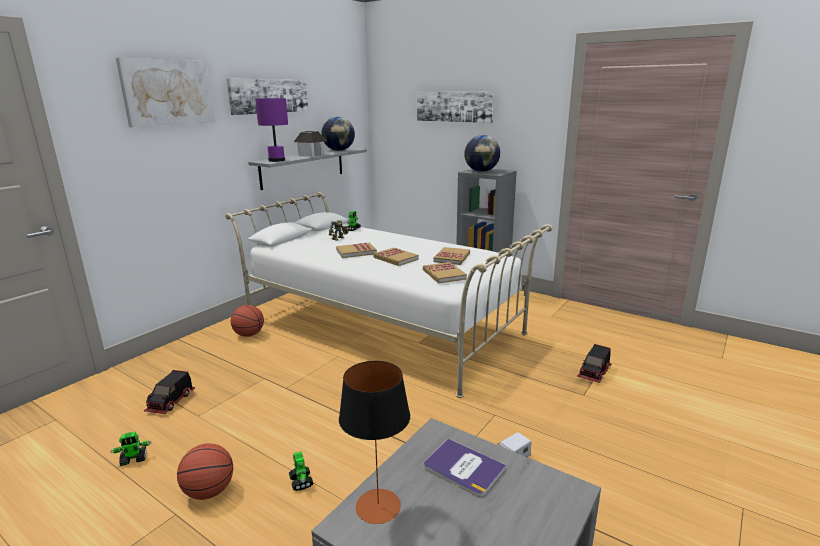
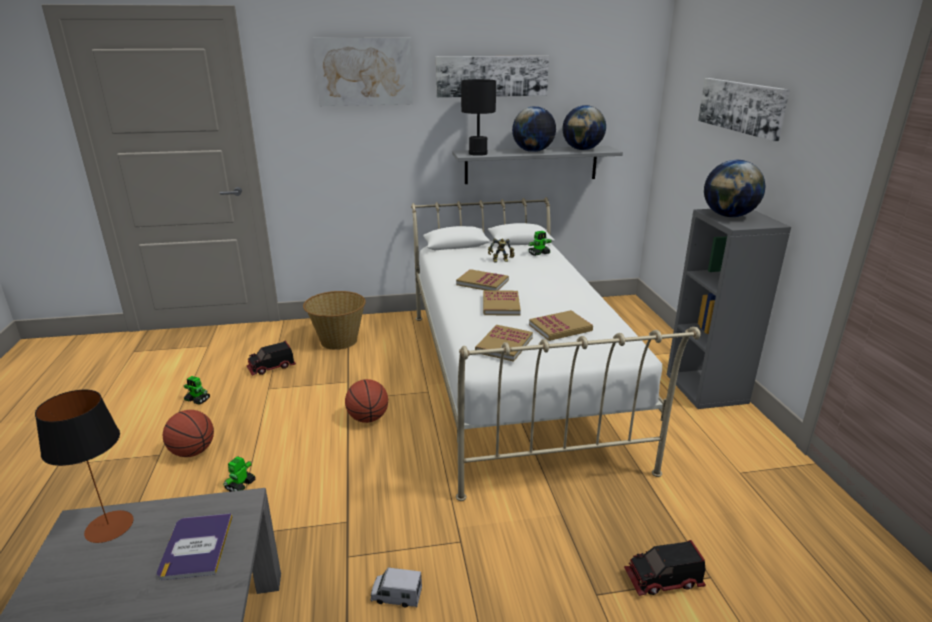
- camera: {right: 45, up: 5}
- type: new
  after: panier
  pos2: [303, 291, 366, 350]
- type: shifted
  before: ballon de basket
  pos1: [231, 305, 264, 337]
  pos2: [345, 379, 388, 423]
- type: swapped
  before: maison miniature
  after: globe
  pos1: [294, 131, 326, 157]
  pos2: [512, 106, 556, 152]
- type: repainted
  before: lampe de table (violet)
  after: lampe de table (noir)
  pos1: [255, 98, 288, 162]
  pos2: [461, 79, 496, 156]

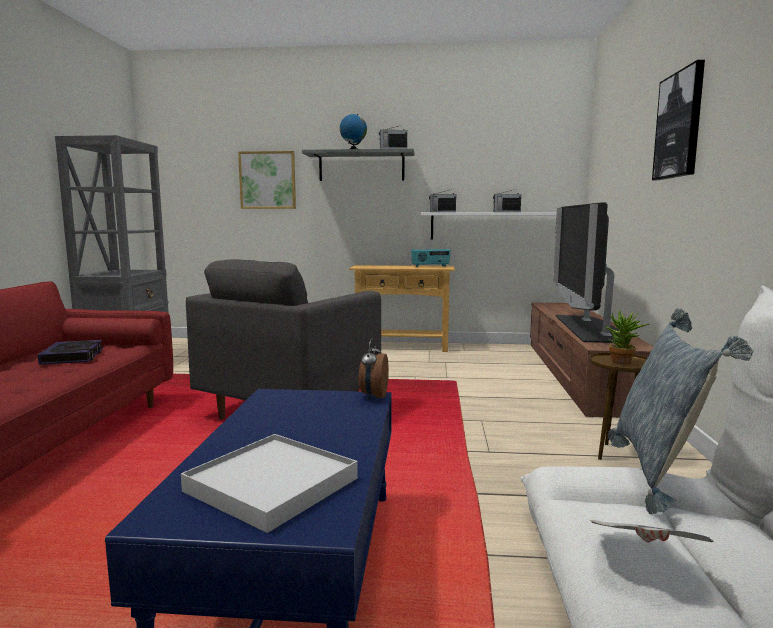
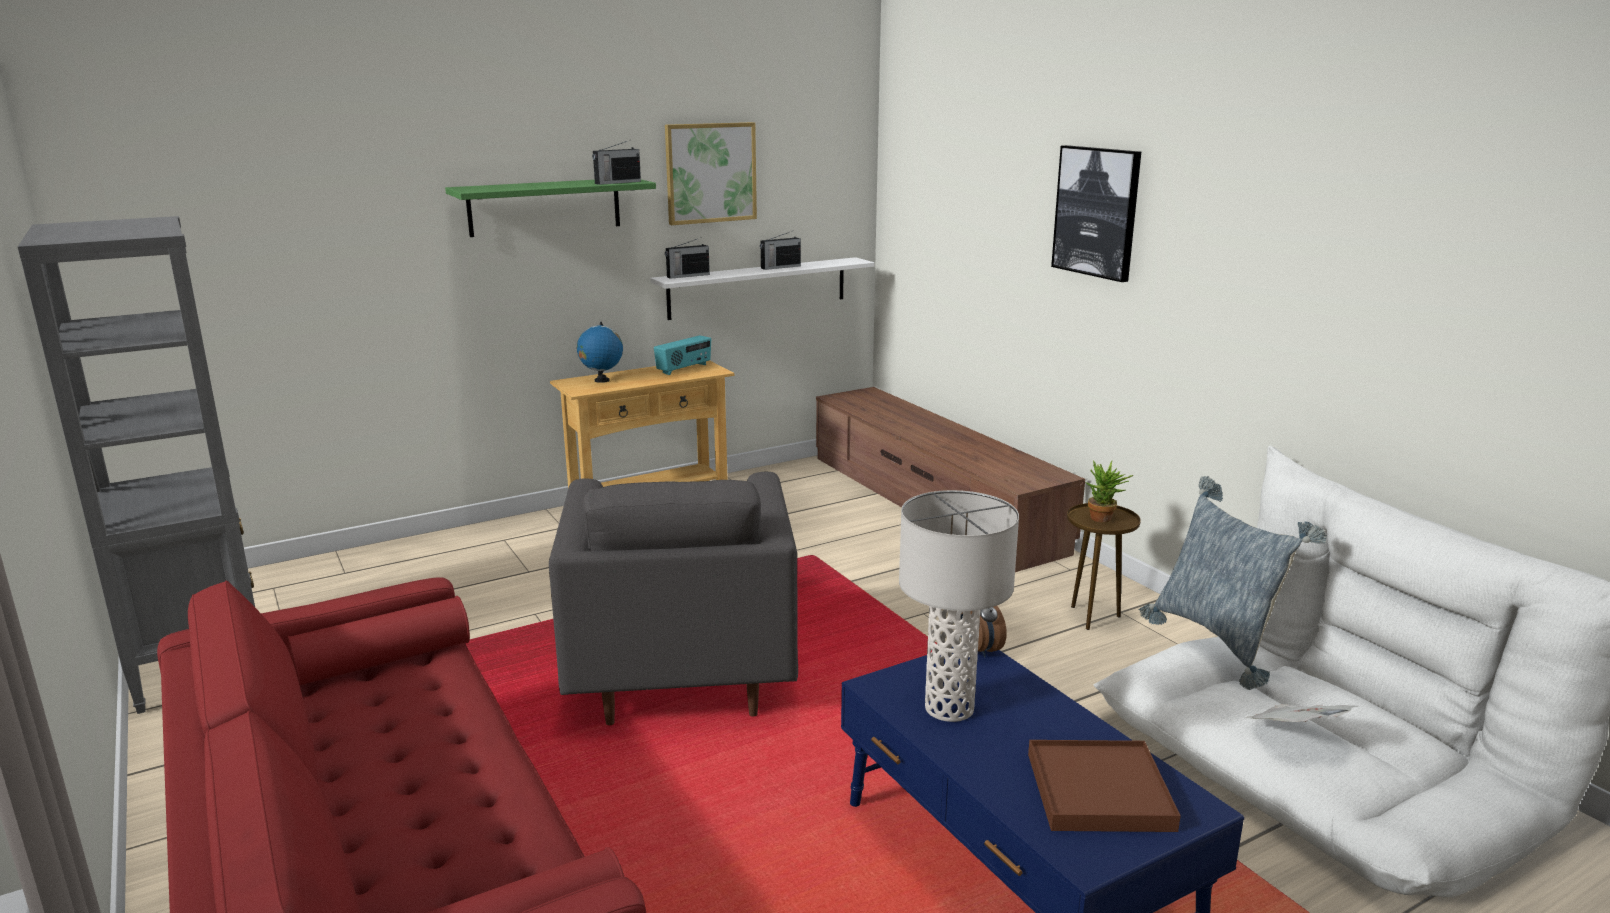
- camera: {right: -35, up: 10}
- type: gone
  before: livre
  pos1: [38, 340, 103, 365]
- type: gone
  before: téléviseur
  pos1: [553, 202, 619, 343]
- type: new
  after: lampe de table (blanc)
  pos2: [899, 490, 1019, 722]
- type: shifted
  before: tableau
  pos1: [238, 151, 296, 209]
  pos2: [665, 122, 757, 225]
- type: shifted
  before: globe
  pos1: [340, 114, 367, 149]
  pos2: [577, 322, 623, 383]
- type: repainted
  before: plateau (blanc)
  after: plateau (marron)
  pos1: [181, 434, 358, 533]
  pos2: [1028, 740, 1181, 832]
- type: repainted
  before: étagère (gris)
  after: étagère (vert)
  pos1: [302, 148, 415, 181]
  pos2: [445, 180, 656, 237]

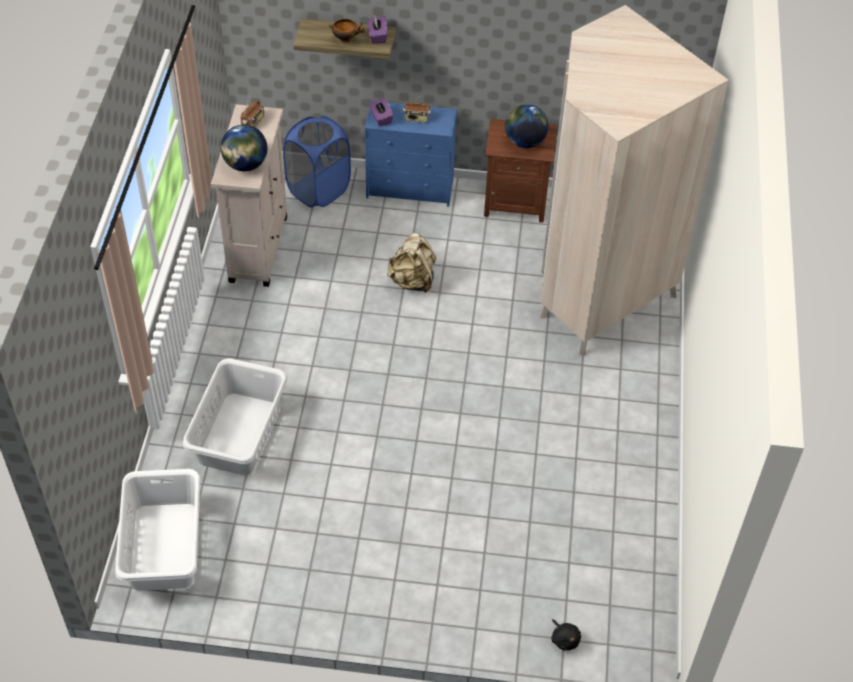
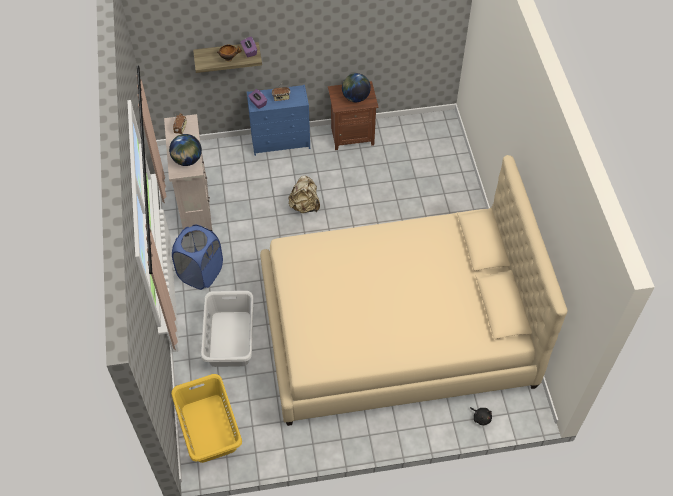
- camera: {right: -15, up: 5}
- type: gone
  before: armoire (beige)
  pos1: [540, 5, 729, 356]
- type: new
  after: lit (beige)
  pos2: [260, 155, 568, 426]
- type: shifted
  before: panier à linge (bleu)
  pos1: [283, 116, 351, 208]
  pos2: [172, 225, 223, 290]
- type: repainted
  before: panier à linge (blanc)
  after: panier à linge (jaune)
  pos1: [115, 469, 200, 591]
  pos2: [171, 374, 242, 463]

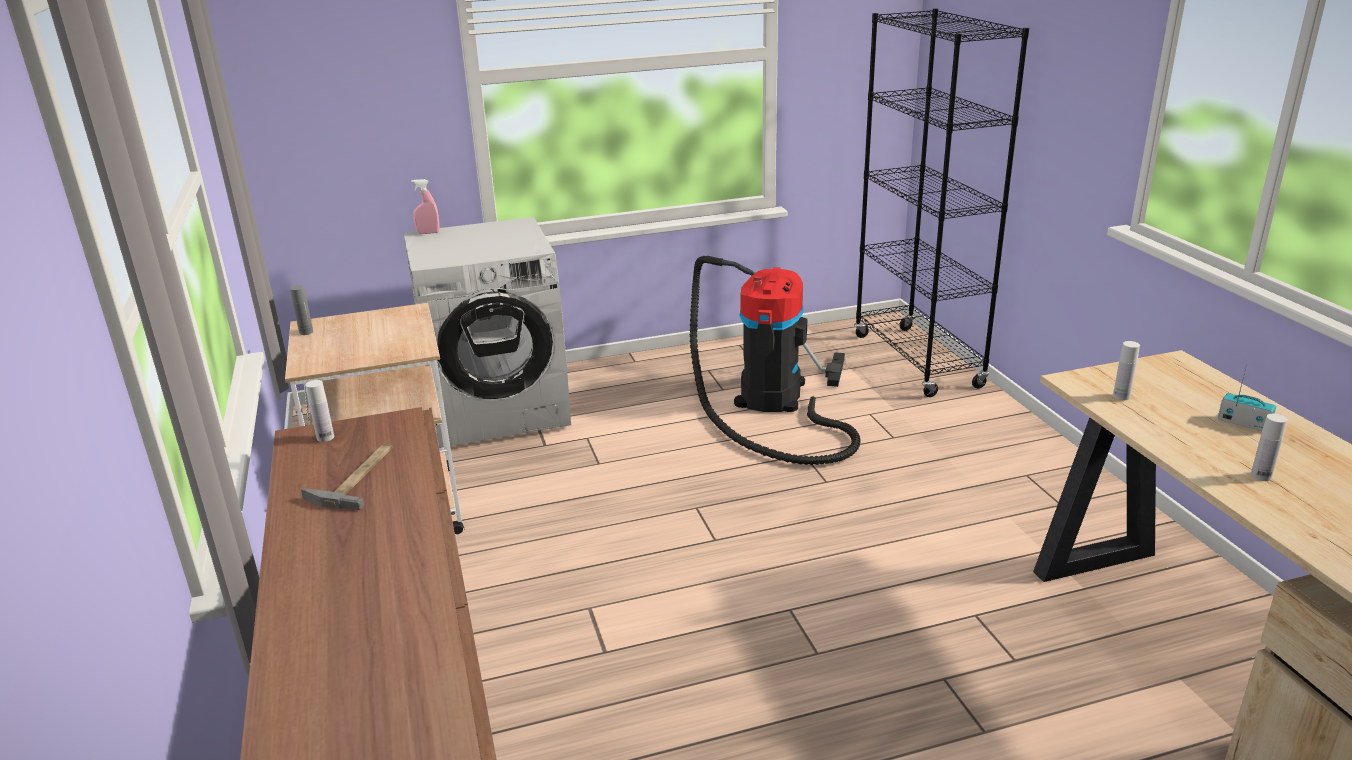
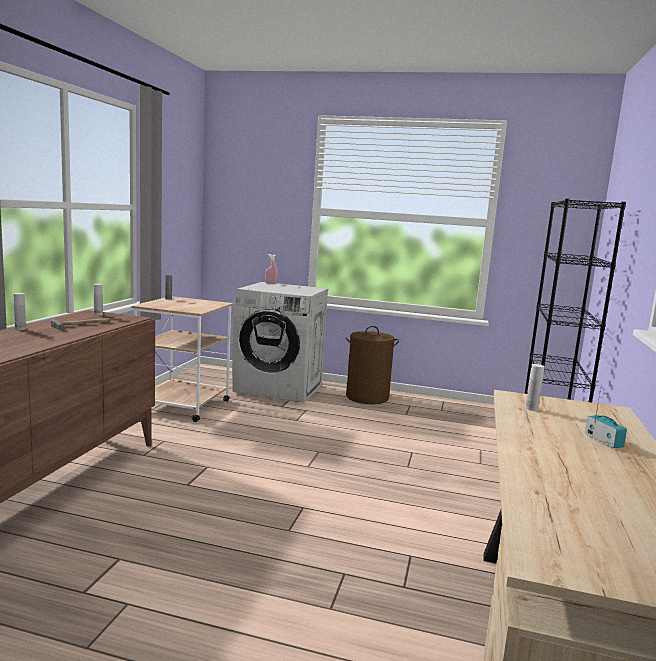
- camera: {right: 30, up: -15}
- type: gone
  before: aspirateur
  pos1: [690, 256, 860, 465]
- type: new
  after: panier à linge (marron)
  pos2: [345, 326, 399, 404]
- type: shifted
  before: bouteille (blanc)
  pos1: [1251, 414, 1287, 481]
  pos2: [14, 293, 26, 330]

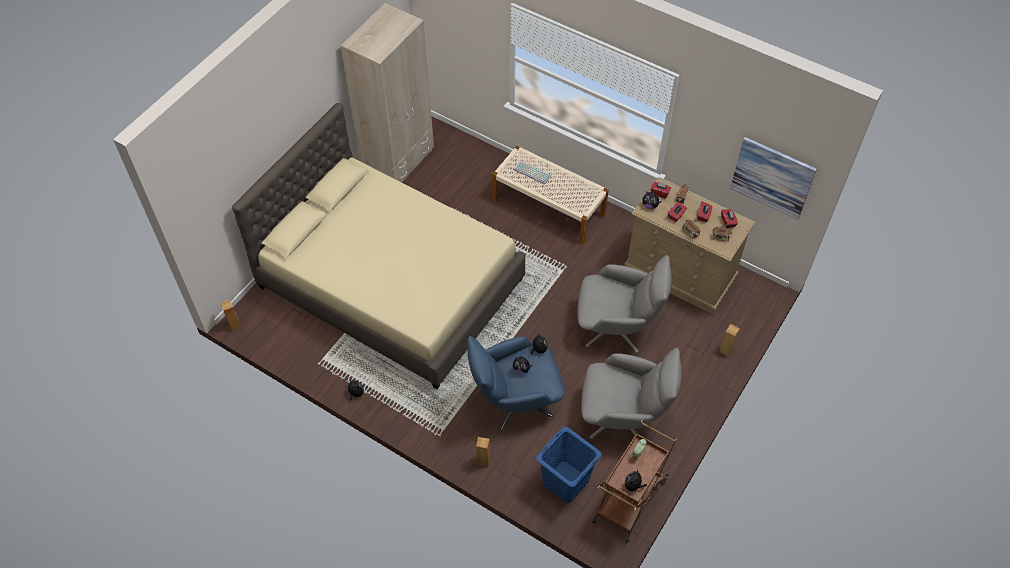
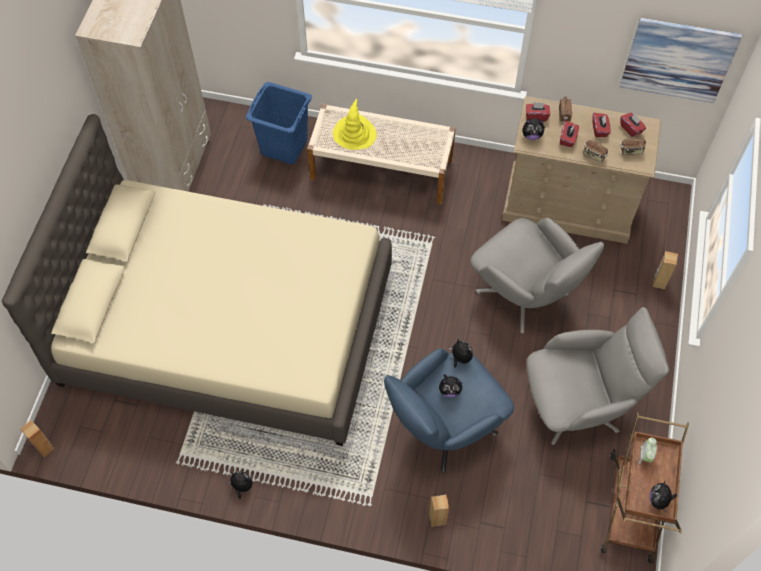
- camera: {right: -20, up: 5}
- type: shifted
  before: panier à linge (bleu)
  pos1: [536, 427, 602, 503]
  pos2: [246, 82, 312, 164]
- type: swapped
  before: clavier
  after: chapeau (jaune)
  pos1: [513, 161, 551, 184]
  pos2: [333, 98, 377, 150]
- type: rotated
  before: fauteuil (gris)
  pos1: [577, 255, 671, 352]
  pos2: [471, 218, 604, 333]
  turn: 60

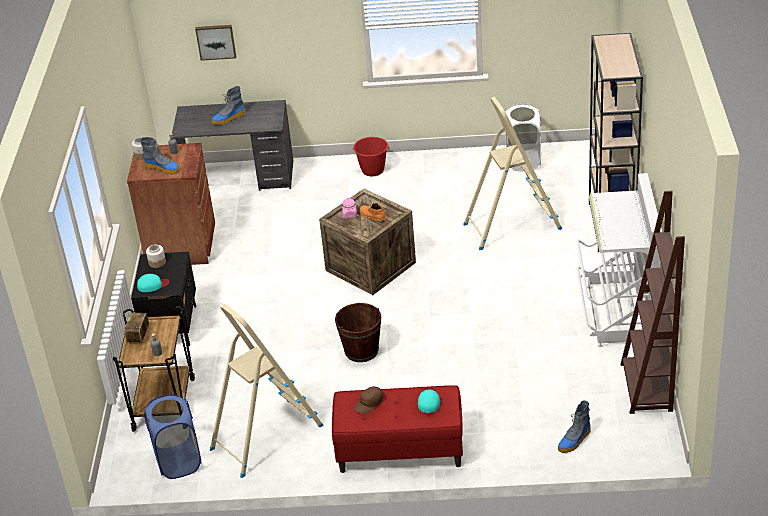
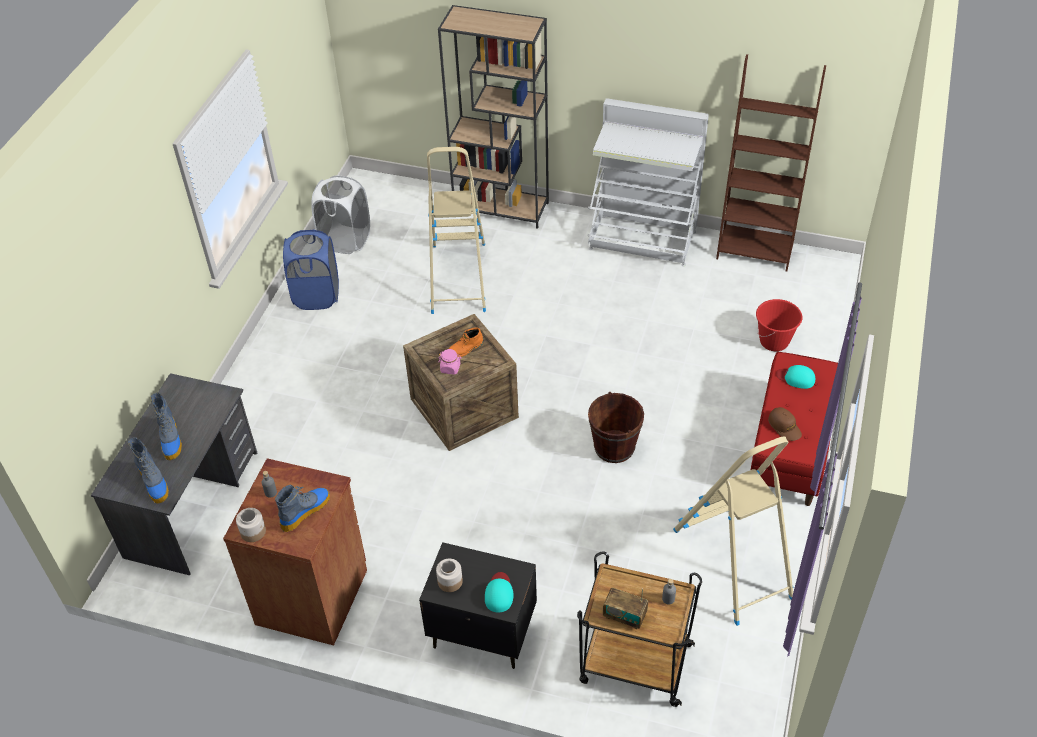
- camera: {right: -75, up: 10}
- type: gone
  before: tableau
  pos1: [195, 25, 236, 61]
- type: shifted
  before: panier à linge (bleu)
  pos1: [144, 394, 202, 479]
  pos2: [283, 230, 339, 310]
- type: shifted
  before: seau (rouge)
  pos1: [353, 137, 388, 176]
  pos2: [756, 299, 802, 351]
- type: shifted
  before: botte
  pos1: [558, 400, 590, 453]
  pos2: [128, 437, 169, 504]

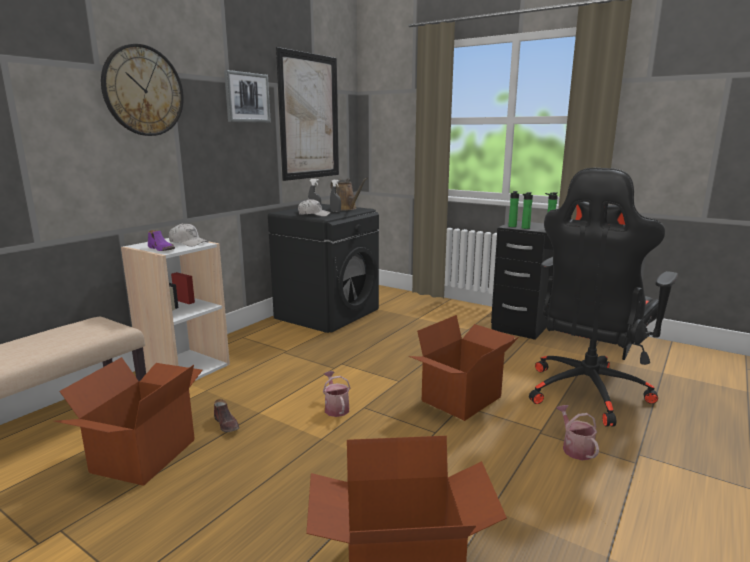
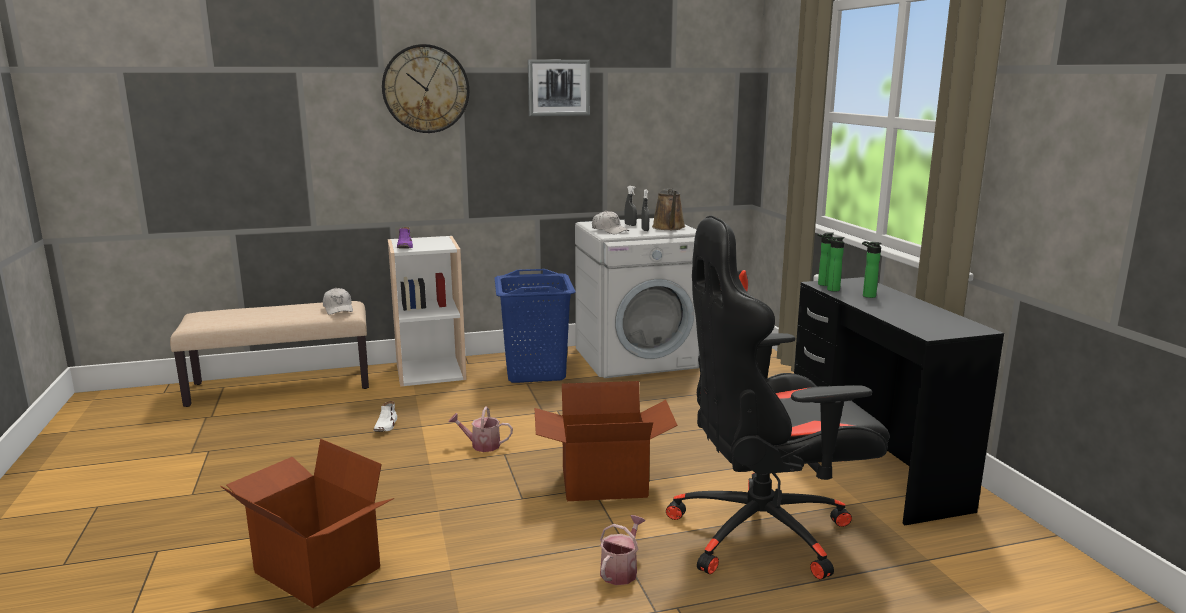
- camera: {right: 40, up: 0}
- type: gone
  before: carton
  pos1: [54, 357, 203, 486]
- type: gone
  before: tableau
  pos1: [276, 47, 339, 181]
- type: new
  after: panier à linge (bleu)
  pos2: [495, 269, 575, 383]
- type: shifted
  before: casquette (blanc)
  pos1: [169, 223, 208, 247]
  pos2: [323, 288, 353, 315]
- type: repainted
  before: chaussure (marron)
  after: chaussure (blanc)
  pos1: [214, 399, 239, 432]
  pos2: [373, 401, 397, 432]
- type: repainted
  before: lave-linge (noir)
  after: lave-linge (blanc)
  pos1: [268, 204, 379, 333]
  pos2: [575, 218, 700, 378]
- type: rotated
  before: arrosoir
  pos1: [323, 371, 350, 417]
  pos2: [448, 406, 513, 452]
  turn: -105

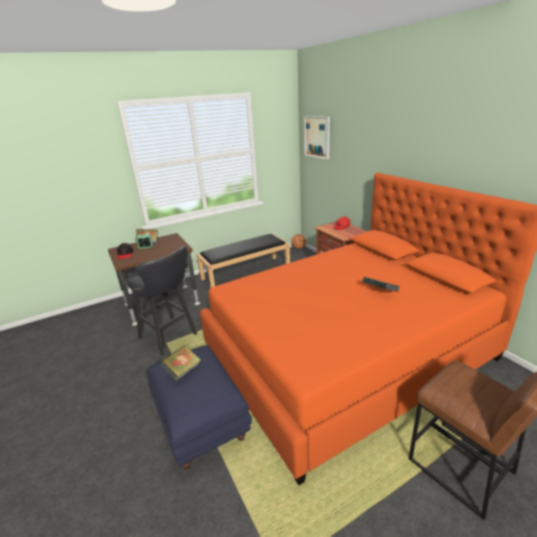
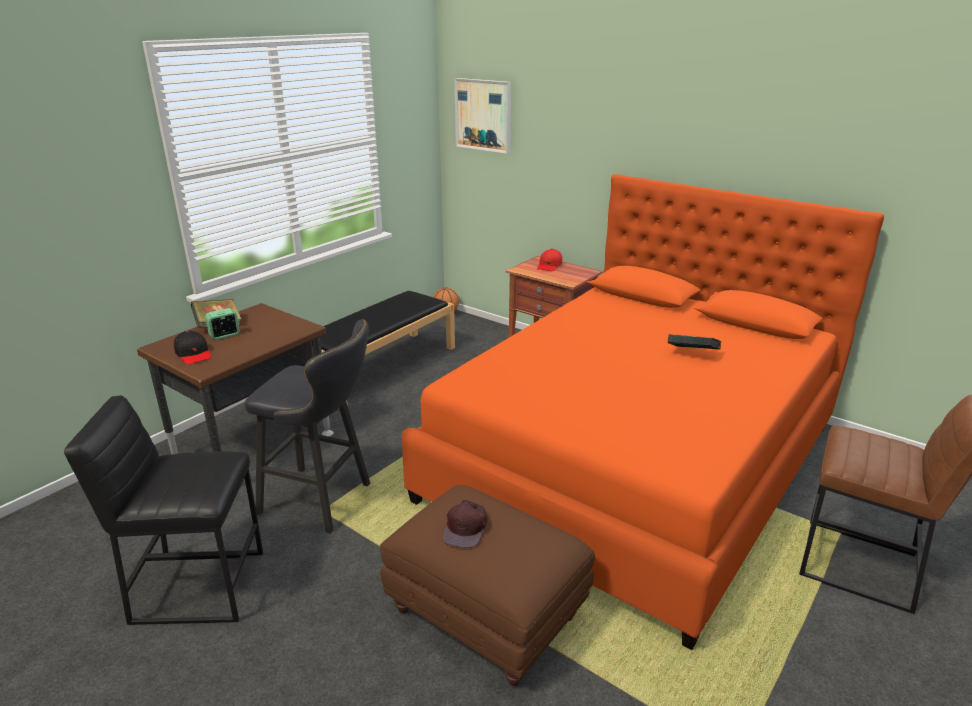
- camera: {right: -25, up: 0}
- type: new
  after: chaise (noir)
  pos2: [64, 395, 263, 625]
- type: swapped
  before: livre
  after: casquette (marron)
  pos1: [160, 345, 201, 381]
  pos2: [442, 500, 488, 548]
- type: repainted
  before: pouf (bleu)
  after: pouf (marron)
  pos1: [146, 345, 252, 469]
  pos2: [380, 485, 595, 686]

